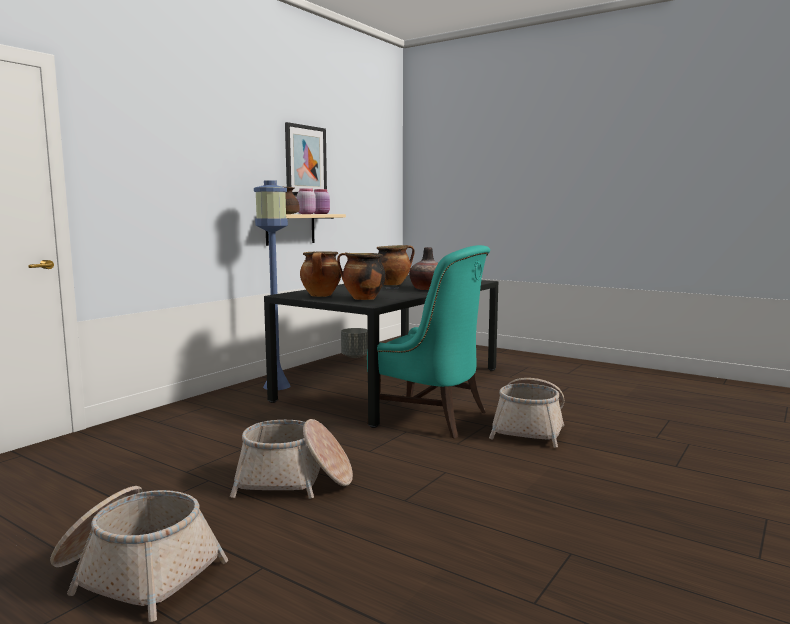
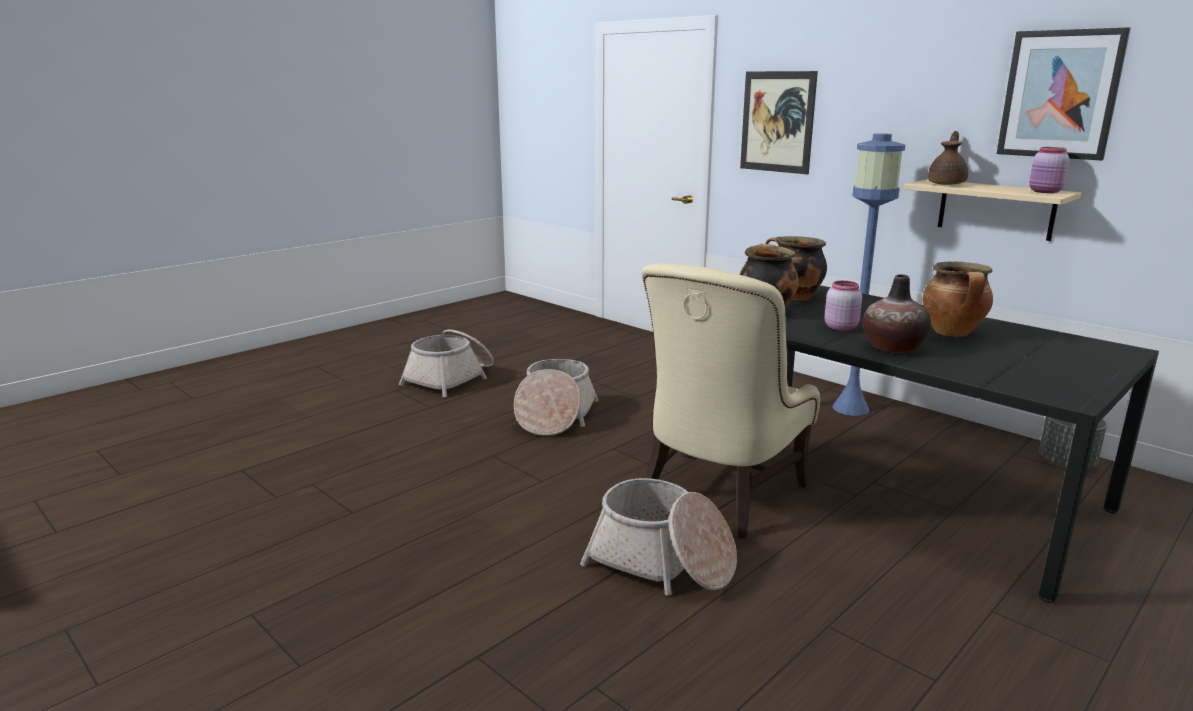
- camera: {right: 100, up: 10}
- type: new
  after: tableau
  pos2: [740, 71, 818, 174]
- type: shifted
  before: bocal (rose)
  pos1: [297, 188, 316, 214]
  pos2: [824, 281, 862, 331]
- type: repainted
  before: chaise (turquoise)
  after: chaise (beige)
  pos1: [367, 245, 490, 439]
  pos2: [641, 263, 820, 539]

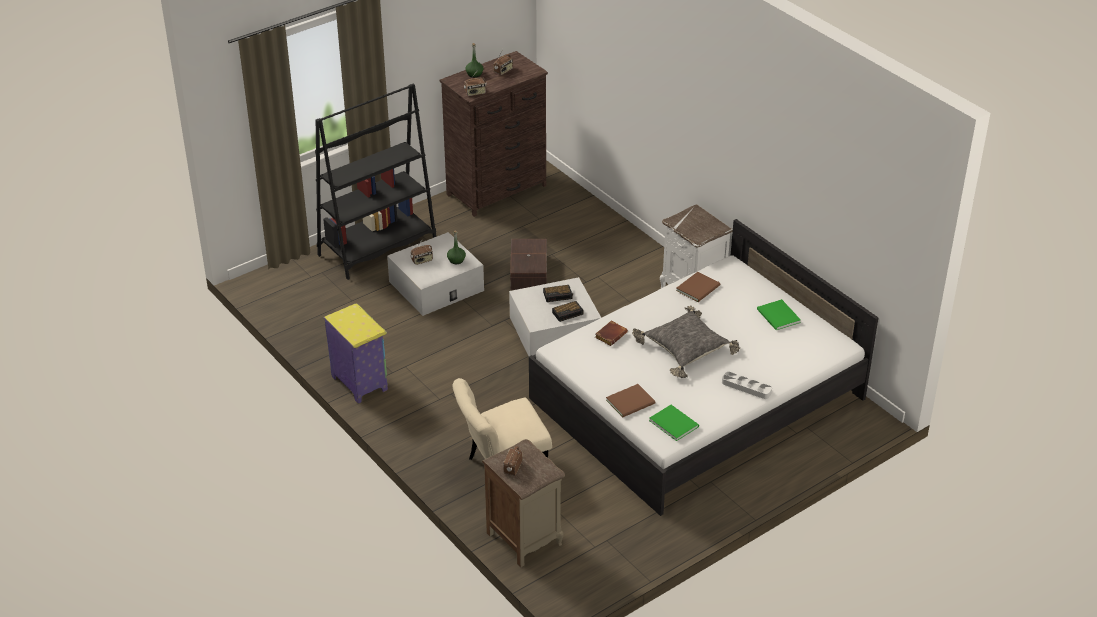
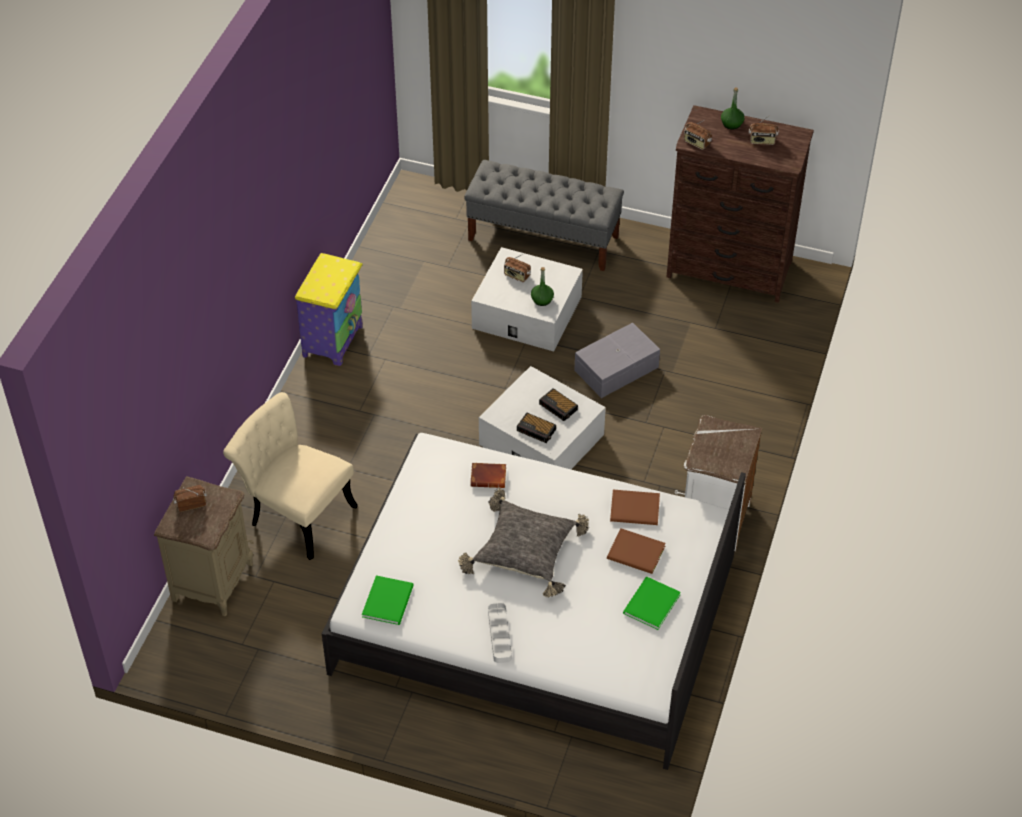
- camera: {right: 55, up: 10}
- type: shifted
  before: livre (marron)
  pos1: [606, 384, 655, 417]
  pos2: [607, 528, 666, 574]
- type: swapped
  before: bibliothèque (noir)
  after: banc (gris)
  pos1: [315, 84, 436, 280]
  pos2: [464, 160, 624, 271]
- type: repainted
  before: boîte de rangement (marron)
  after: boîte de rangement (gris)
  pos1: [510, 239, 547, 290]
  pos2: [574, 323, 660, 398]

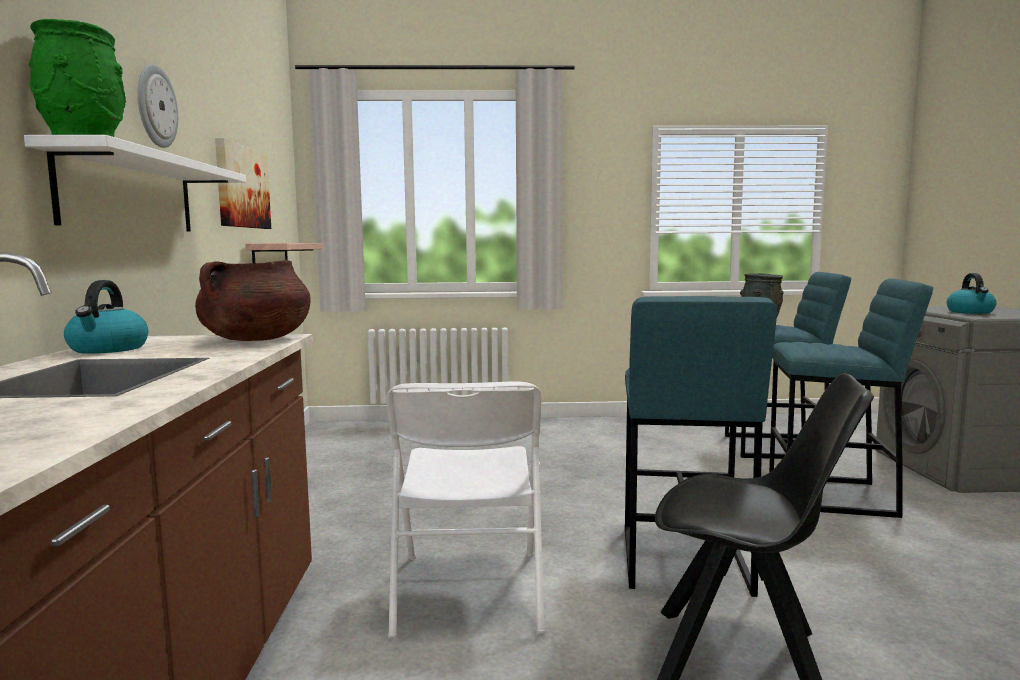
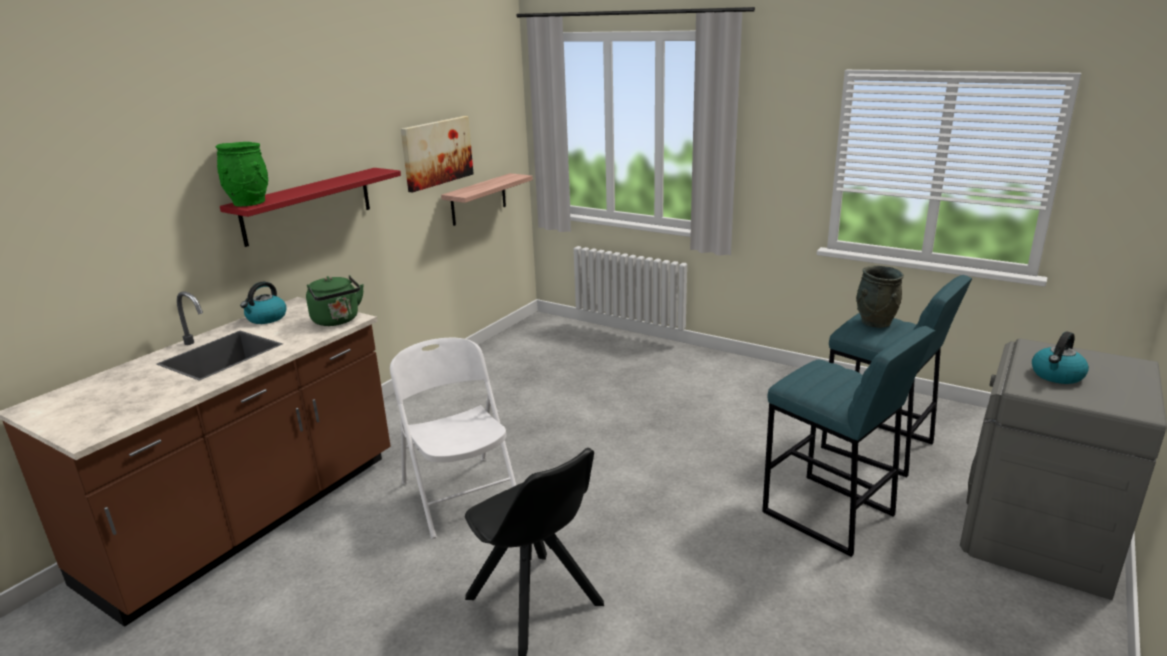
- camera: {right: 35, up: 15}
- type: gone
  before: horloge murale
  pos1: [137, 64, 178, 148]
- type: gone
  before: tabouret (turquoise)
  pos1: [625, 296, 777, 597]
- type: swapped
  before: marmite (marron)
  after: bouilloire (vert)
  pos1: [195, 260, 311, 341]
  pos2: [306, 275, 364, 326]
- type: repainted
  before: étagère (blanc)
  after: étagère (rouge)
  pos1: [24, 135, 246, 231]
  pos2: [220, 168, 401, 247]
- type: rotated
  before: chaise (blanc)
  pos1: [386, 381, 545, 640]
  pos2: [390, 338, 516, 540]
  turn: 120

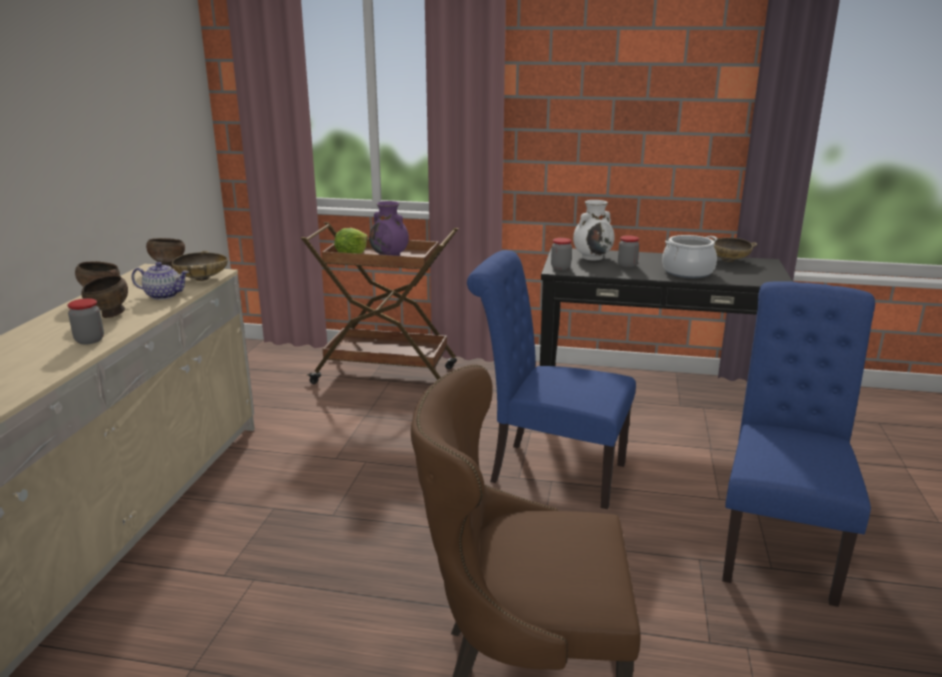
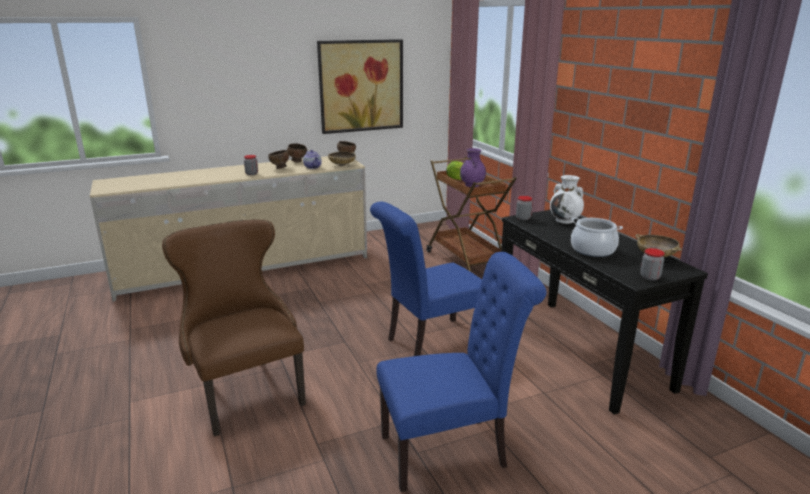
- camera: {right: 55, up: 0}
- type: new
  after: tableau
  pos2: [317, 39, 403, 134]
- type: shifted
  before: bocal
  pos1: [618, 235, 639, 268]
  pos2: [640, 248, 665, 281]
- type: rotated
  before: chaise (bleu)
  pos1: [467, 250, 636, 509]
  pos2: [370, 202, 482, 356]
  turn: -105

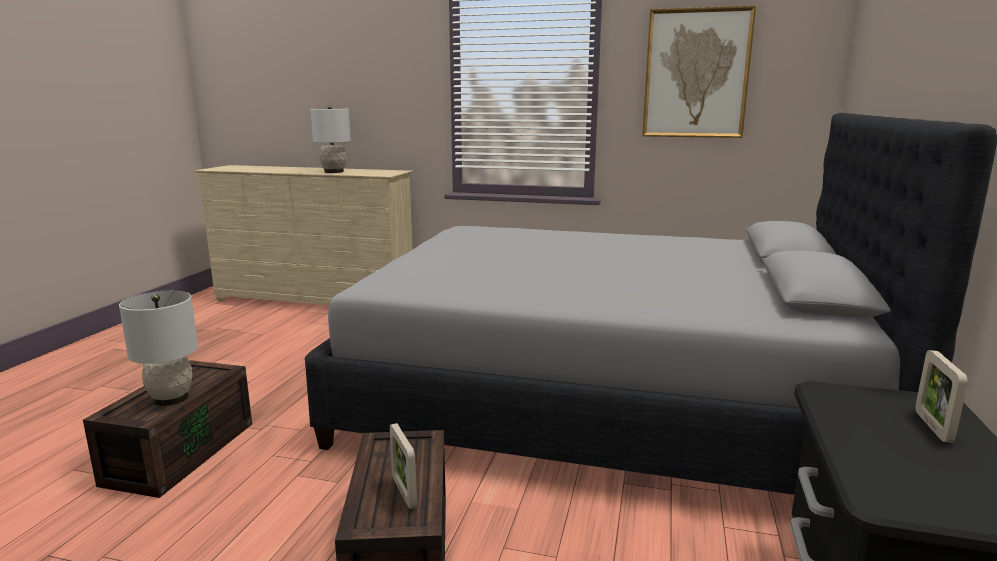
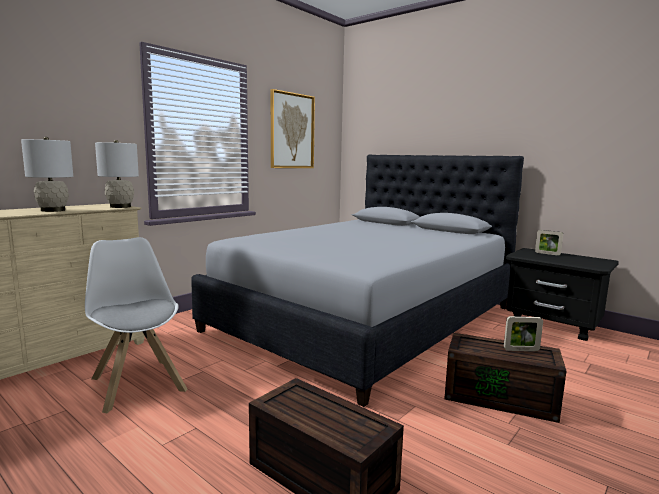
- camera: {right: -65, up: -5}
- type: new
  after: chaise
  pos2: [85, 237, 187, 413]
- type: shifted
  before: lampe de table (blanc)
  pos1: [119, 291, 198, 406]
  pos2: [95, 140, 139, 208]

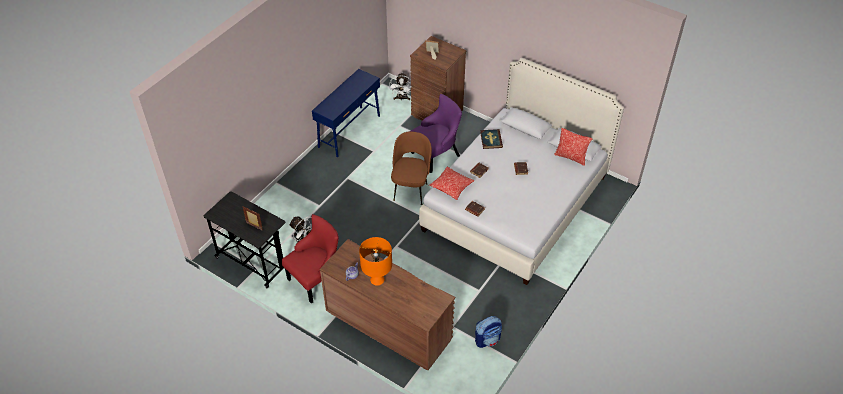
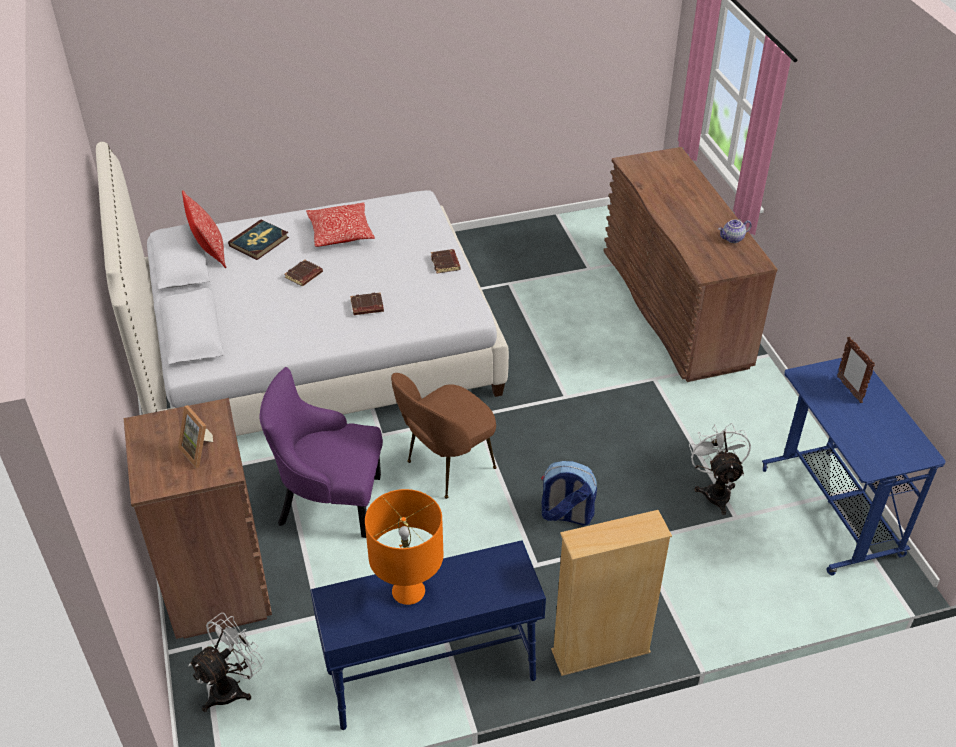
- camera: {right: -140, up: -5}
- type: gone
  before: chaise (rouge)
  pos1: [282, 214, 338, 304]
- type: new
  after: bibliothèque (beige)
  pos2: [551, 510, 672, 676]
- type: shifted
  before: lampe de table (orange)
  pos1: [359, 237, 392, 286]
  pos2: [365, 489, 443, 605]
- type: shifted
  before: coussin
  pos1: [429, 167, 475, 200]
  pos2: [306, 202, 375, 247]
- type: shifted
  before: sac à dos
  pos1: [475, 316, 502, 348]
  pos2: [541, 461, 597, 526]
- type: shifted
  before: livre
  pos1: [480, 129, 503, 149]
  pos2: [228, 220, 289, 260]
- type: repainted
  before: bureau (noir)
  after: bureau (bleu)
  pos1: [204, 192, 285, 288]
  pos2: [762, 358, 946, 576]

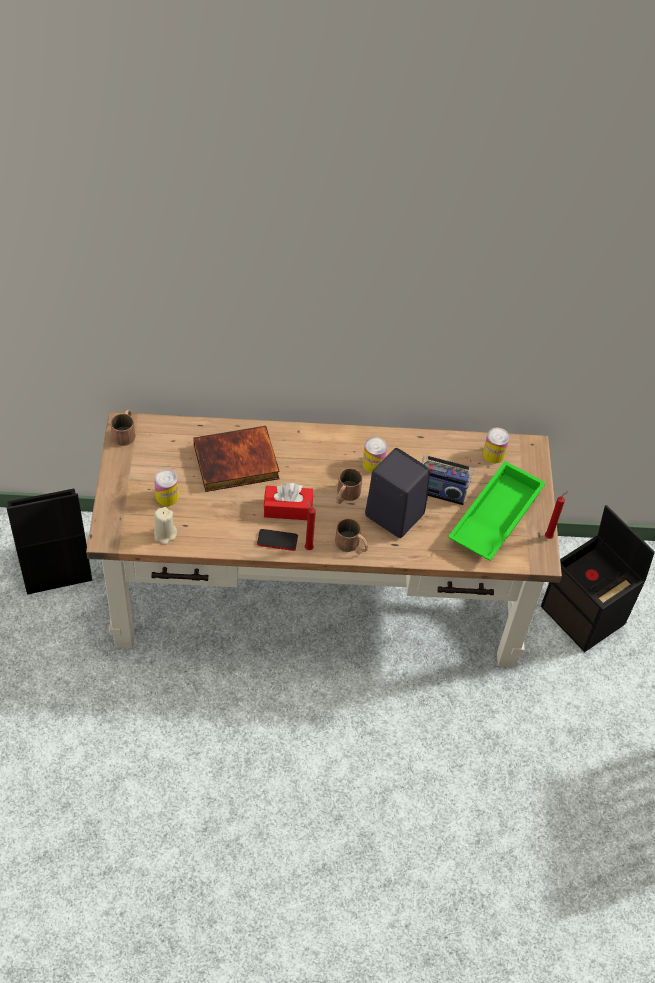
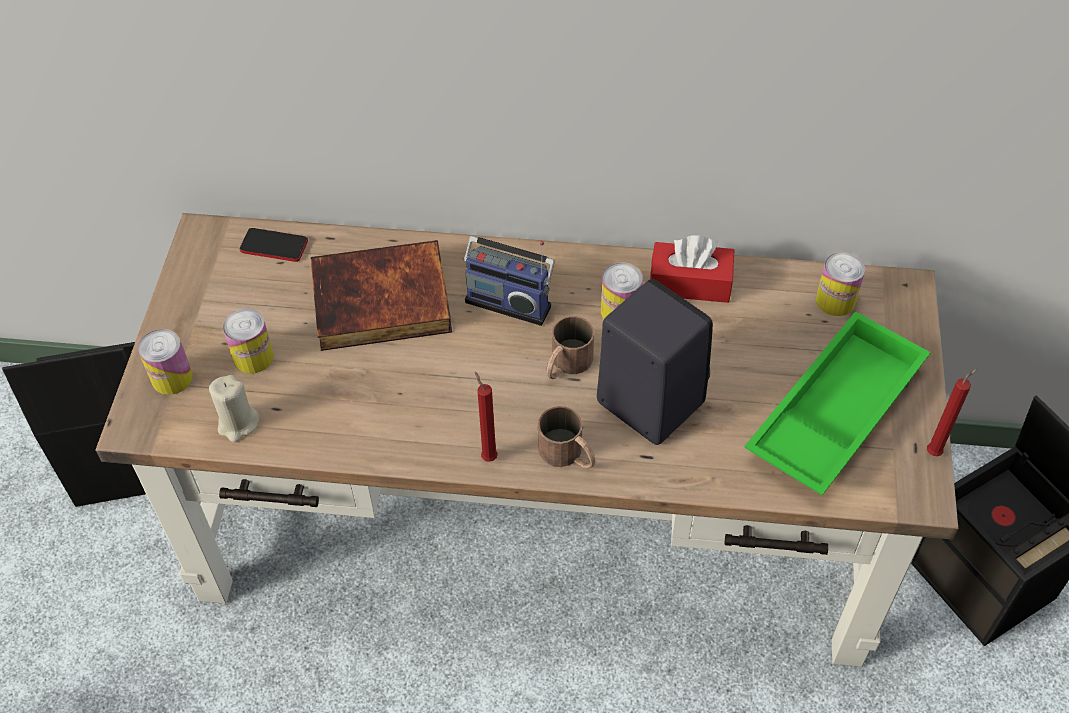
- camera: {right: 10, up: 0}
- type: gone
  before: mug (marron)
  pos1: [111, 410, 135, 446]
- type: new
  after: boîte métallique
  pos2: [138, 329, 193, 395]
- type: shifted
  before: téléphone
  pos1: [257, 529, 298, 551]
  pos2: [239, 228, 308, 262]
- type: shifted
  before: boîte à mouchoirs (rouge)
  pos1: [263, 483, 313, 520]
  pos2: [650, 235, 735, 303]
- type: shifted
  before: radio
  pos1: [422, 455, 473, 505]
  pos2: [464, 236, 555, 326]

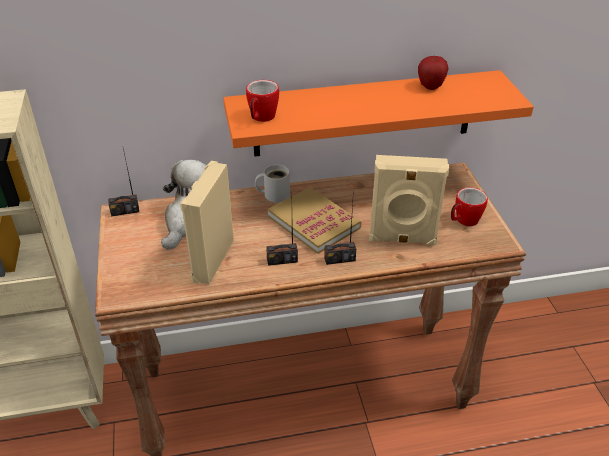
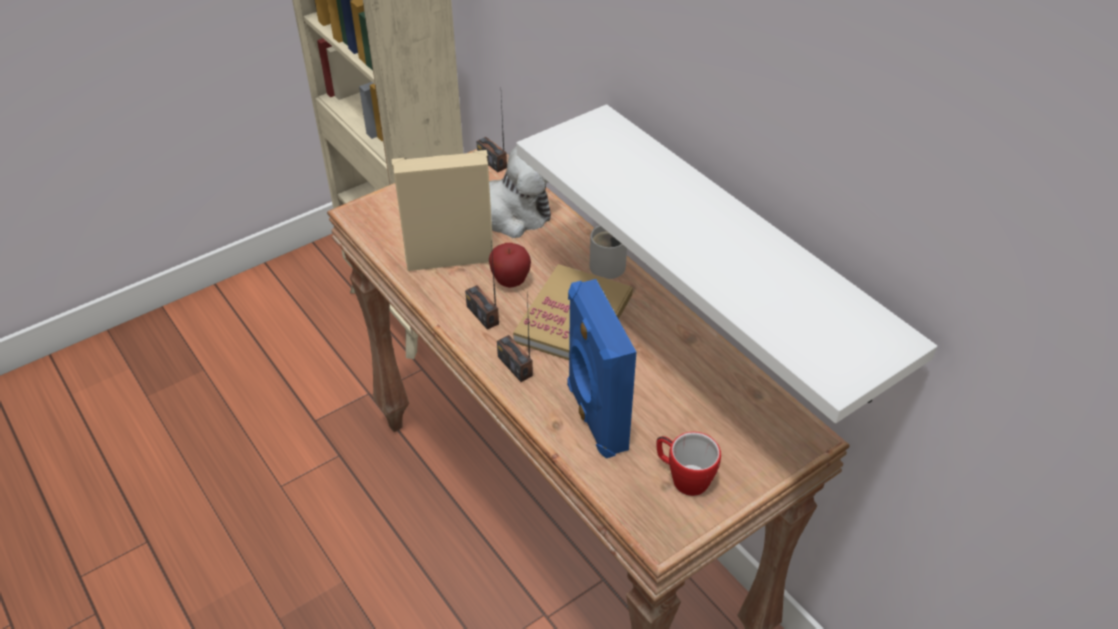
- camera: {right: 65, up: 5}
- type: gone
  before: mug
  pos1: [246, 80, 279, 122]
- type: shifted
  before: pomme
  pos1: [418, 56, 449, 90]
  pos2: [489, 243, 531, 288]
- type: repainted
  before: étagère (orange)
  after: étagère (blanc)
  pos1: [223, 70, 534, 157]
  pos2: [516, 104, 937, 423]
- type: repainted
  before: enceinte (beige)
  after: enceinte (bleu)
  pos1: [369, 155, 449, 245]
  pos2: [567, 279, 636, 458]

